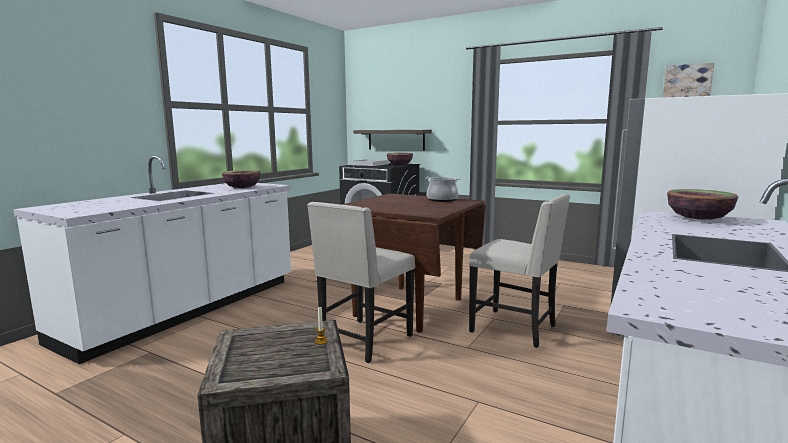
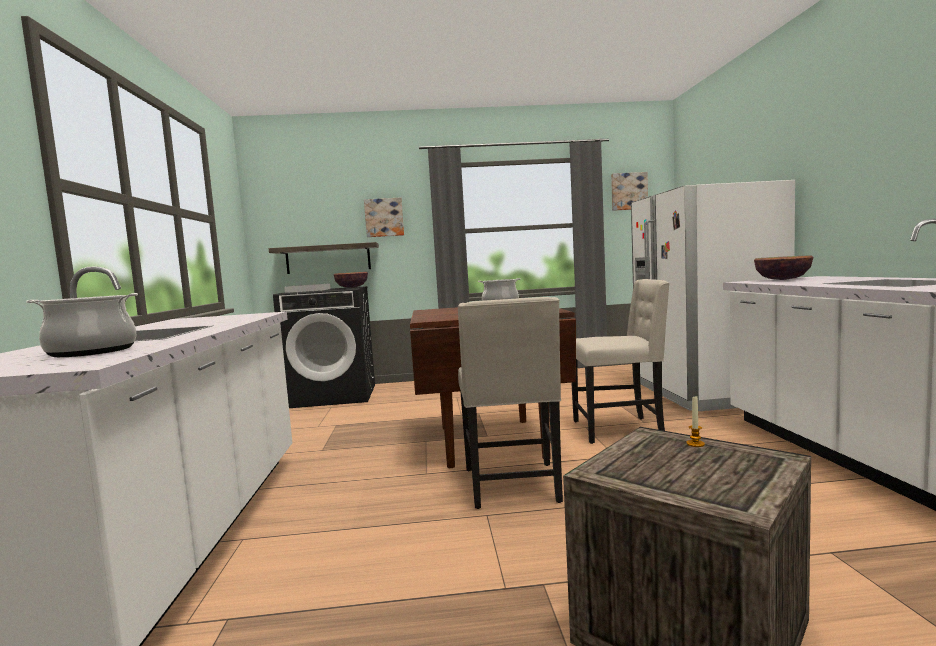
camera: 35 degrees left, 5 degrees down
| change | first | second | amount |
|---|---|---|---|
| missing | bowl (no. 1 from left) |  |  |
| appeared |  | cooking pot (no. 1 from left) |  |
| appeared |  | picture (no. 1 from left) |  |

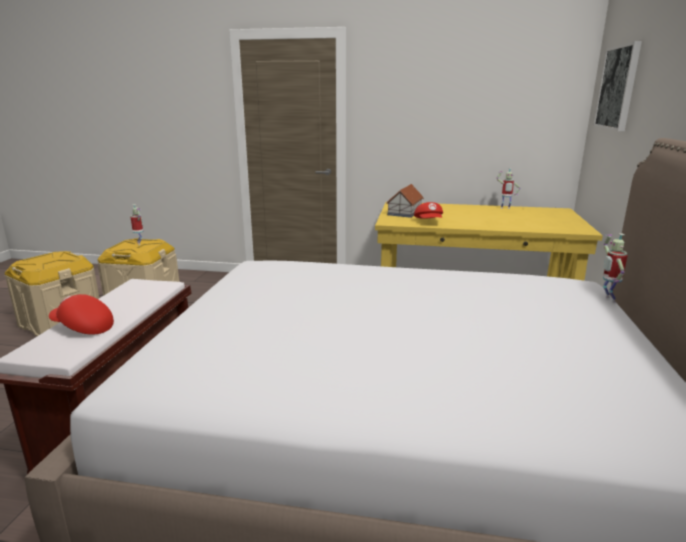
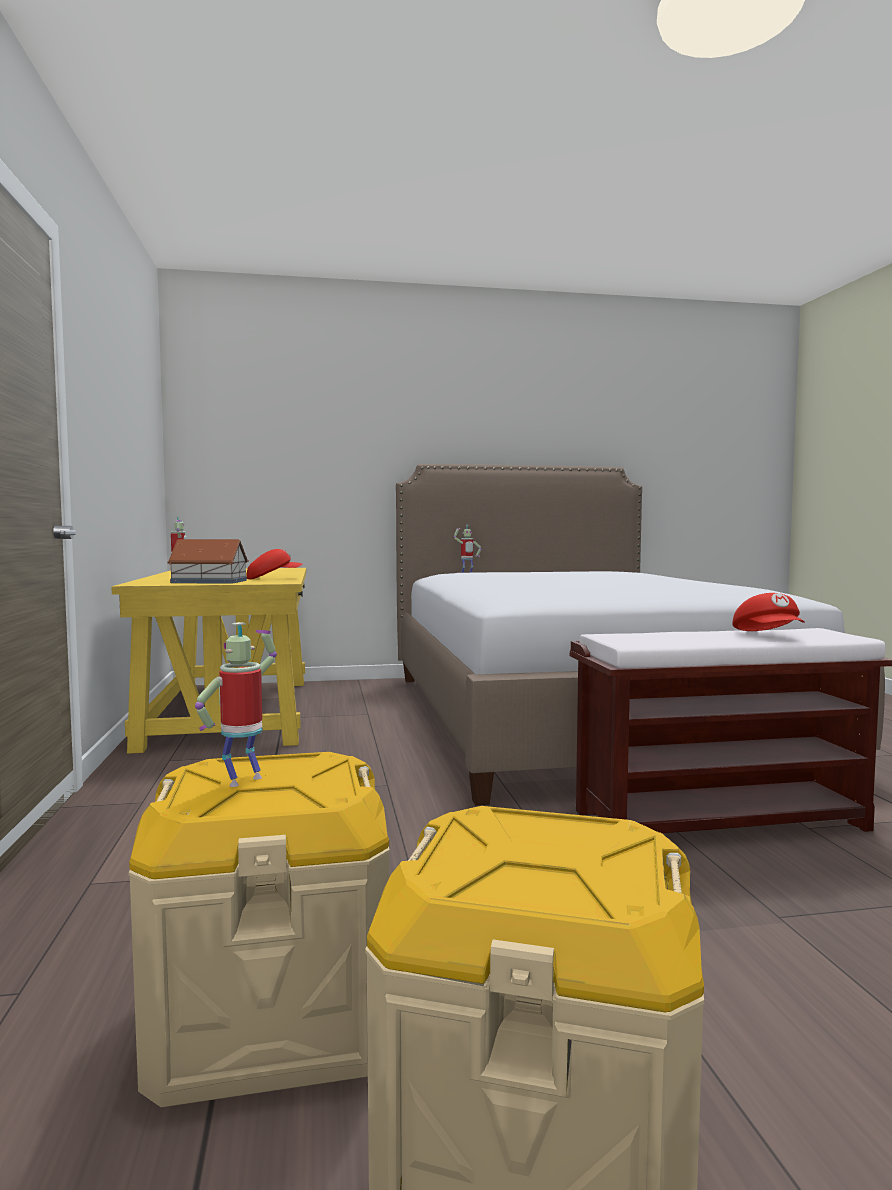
camera: 110 degrees left, 15 degrees down
| change | first | second | amount |
|---|---|---|---|
| missing | picture |  |  |

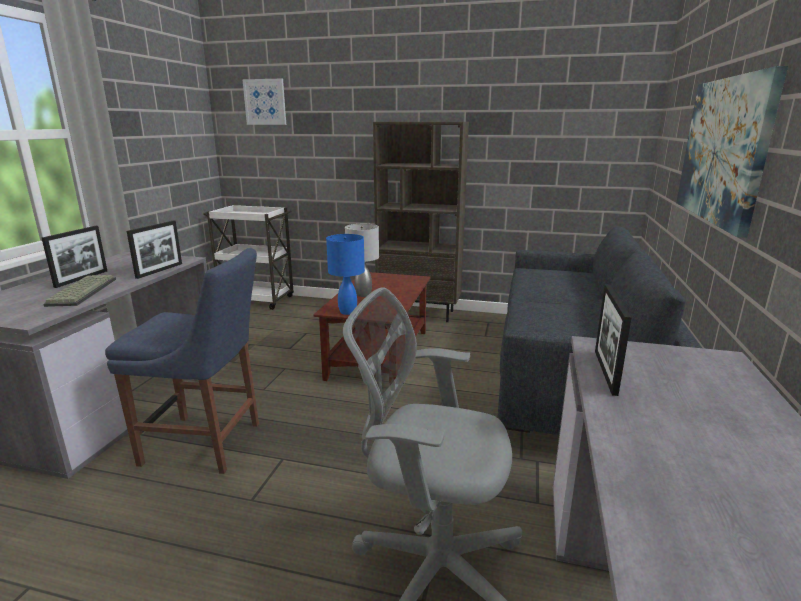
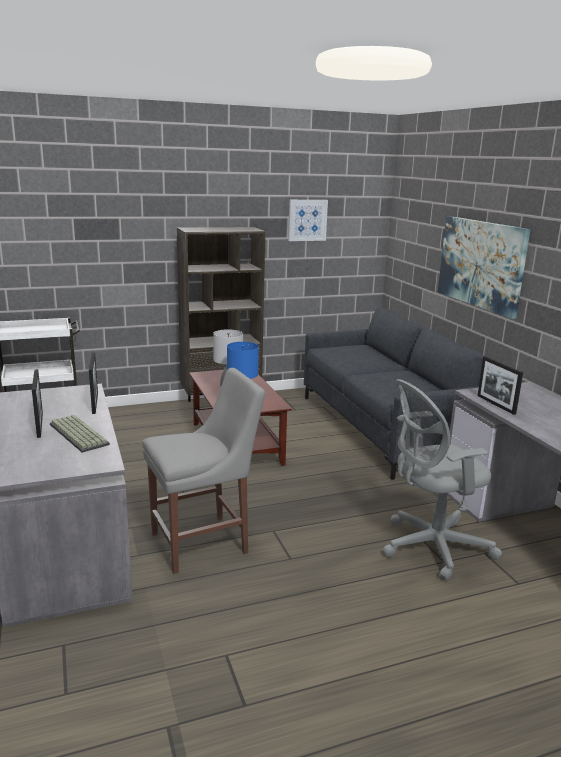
camera: 35 degrees left, 0 degrees up
| change | first | second | amount |
|---|---|---|---|
| colour | chair in blue | chair in grey |  |
| relocated | picture (no. 1 from left) |  |  |

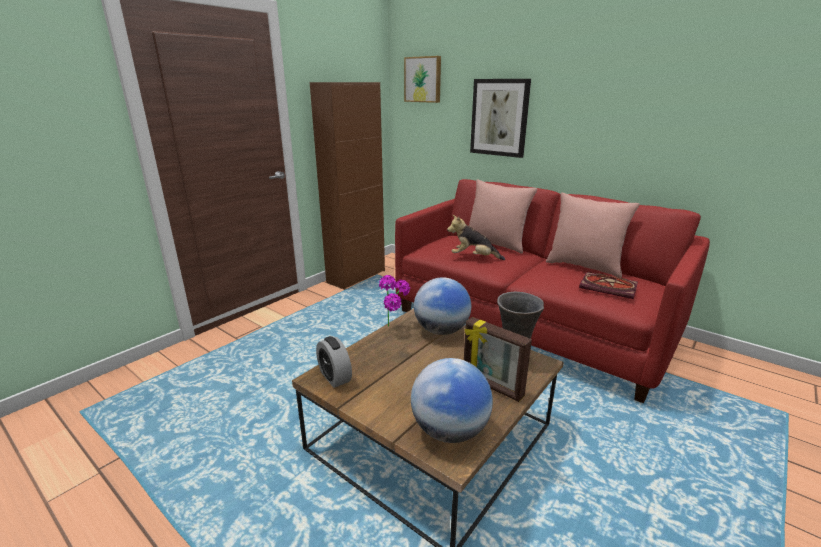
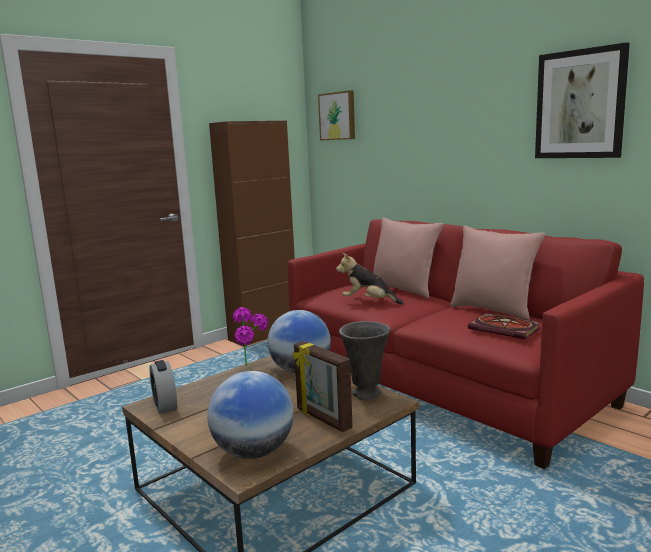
camera: 10 degrees right, 10 degrees down
| change | first | second | amount |
|---|---|---|---|
| relocated | picture (no. 2 from left) |  |  |

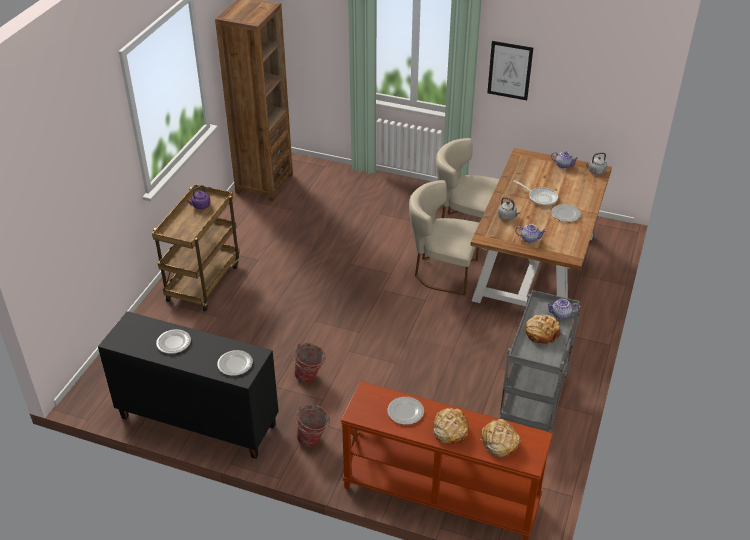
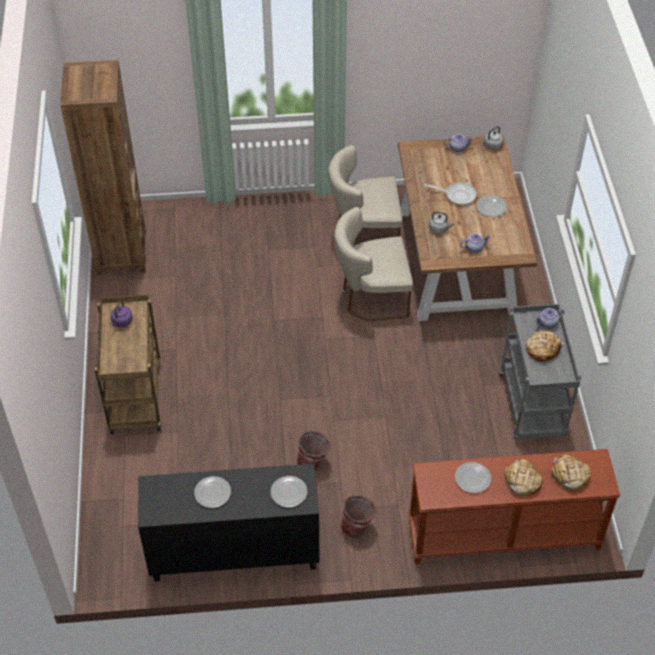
camera: 25 degrees left, 10 degrees up
| change | first | second | amount |
|---|---|---|---|
| missing | picture |  |  |

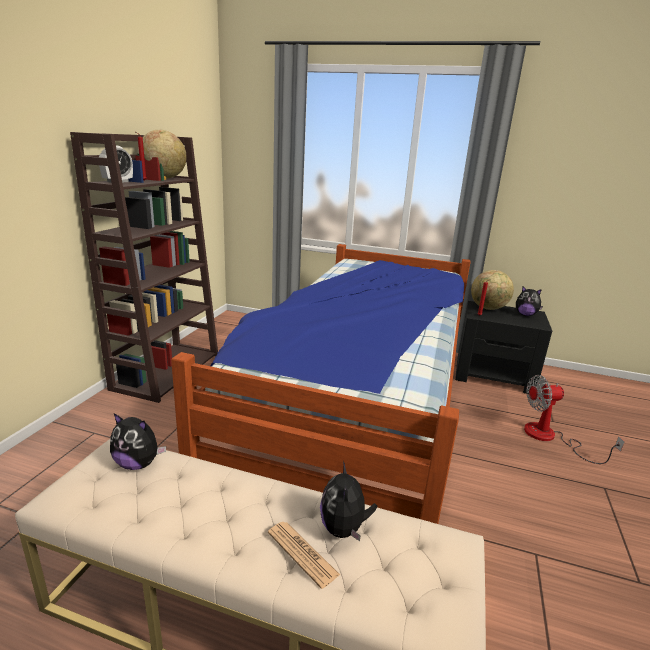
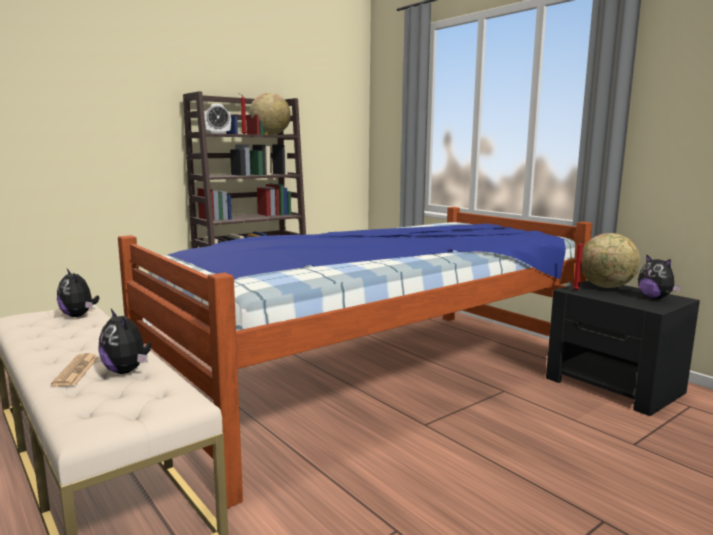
camera: 35 degrees right, 10 degrees down
| change | first | second | amount |
|---|---|---|---|
| spun | plush toy (no. 2 from left) |  | 75 degrees counterclockwise |
| missing | fan |  |  |

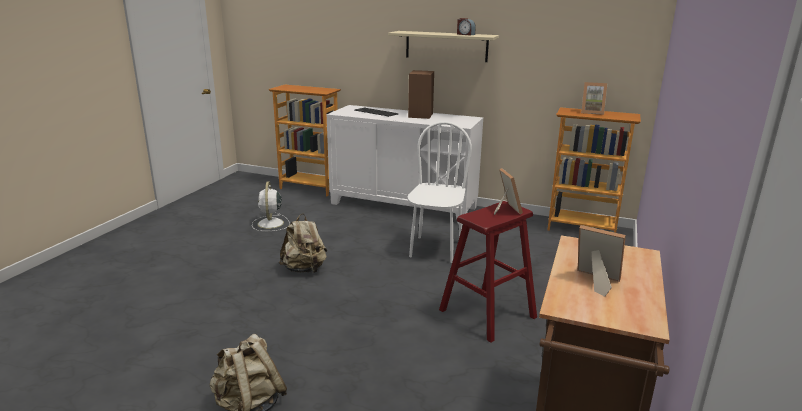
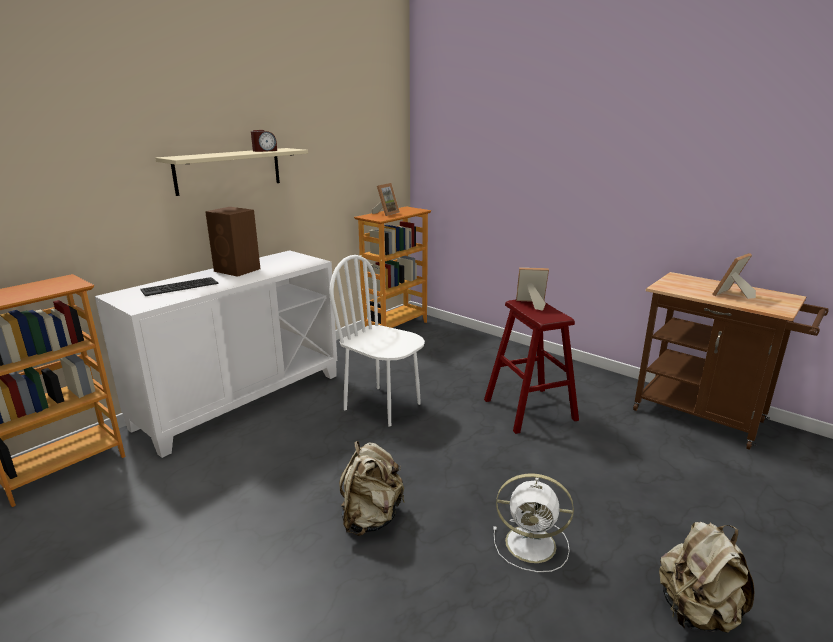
camera: 70 degrees left, 0 degrees up
| change | first | second | amount |
|---|---|---|---|
| relocated | fan in white |  |  |

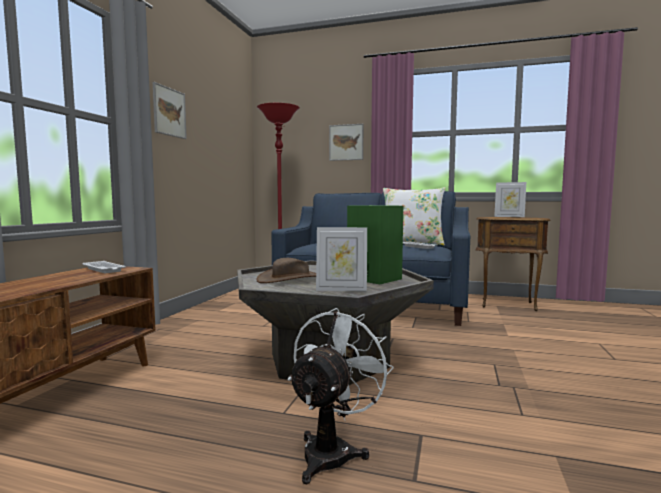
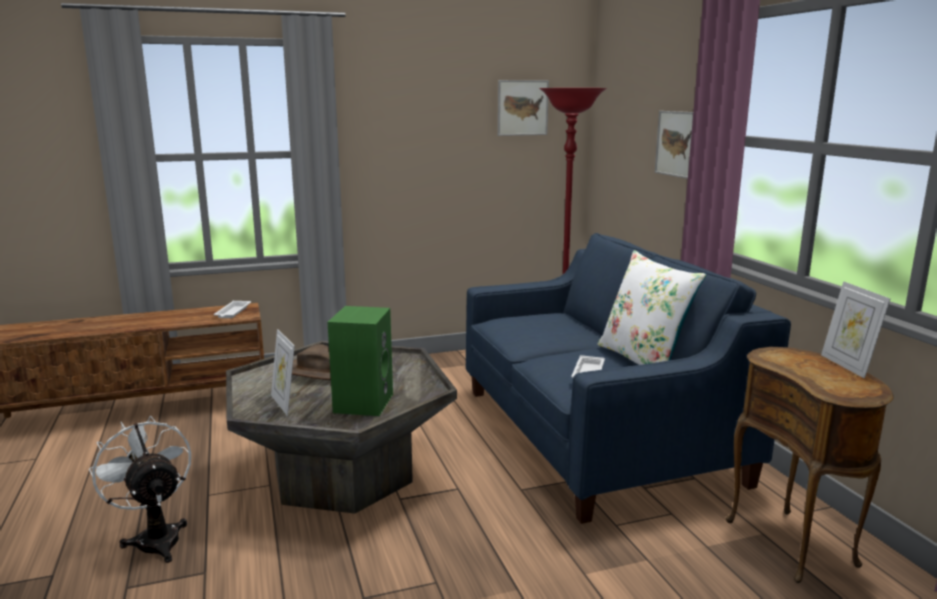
camera: 55 degrees right, 10 degrees up
| change | first | second | amount |
|---|---|---|---|
| relocated | picture (no. 1 from left) |  |  |
| spun | fan in white |  | 120 degrees counterclockwise |

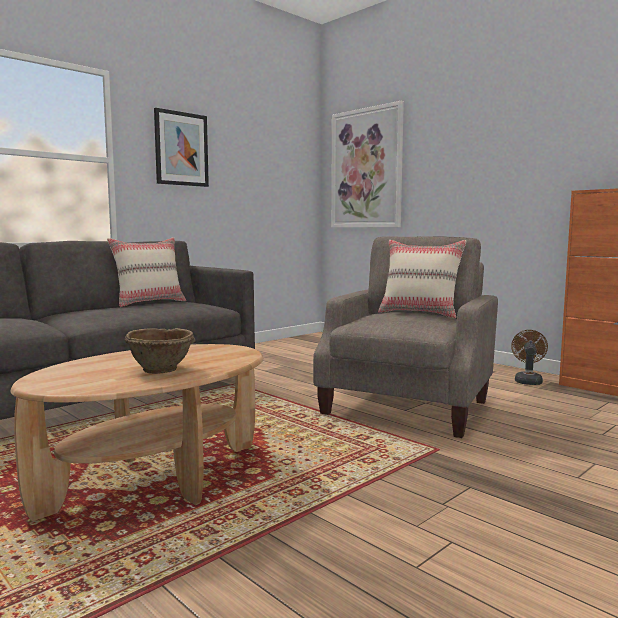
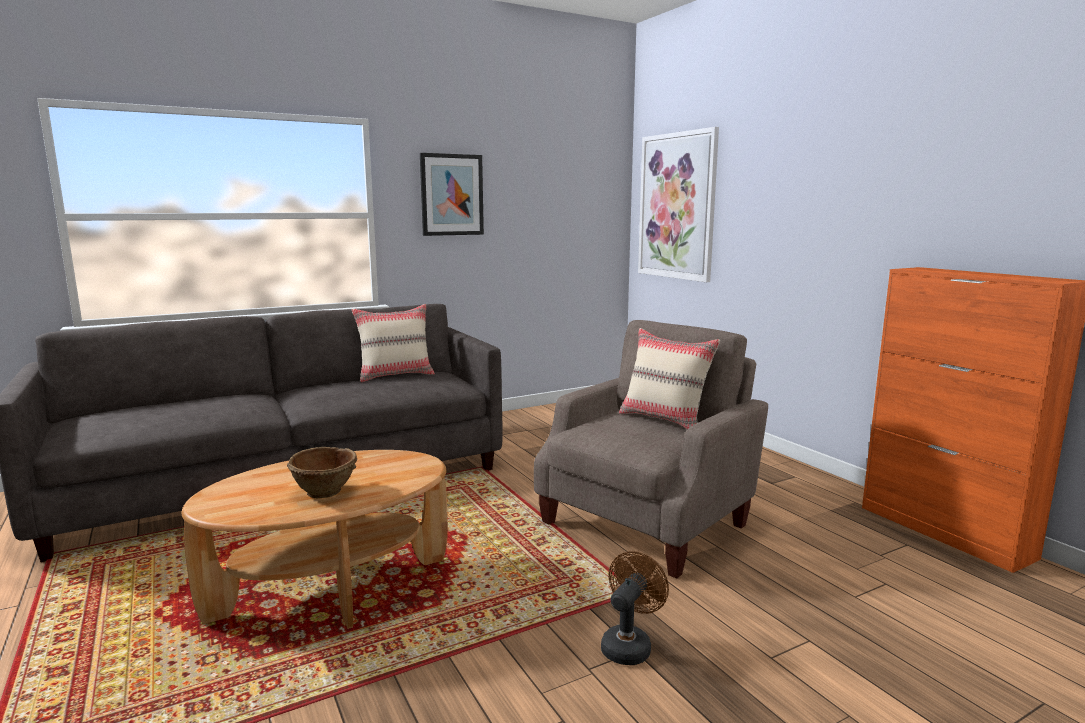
camera: 15 degrees right, 5 degrees up
| change | first | second | amount |
|---|---|---|---|
| relocated | fan in brown |  |  |

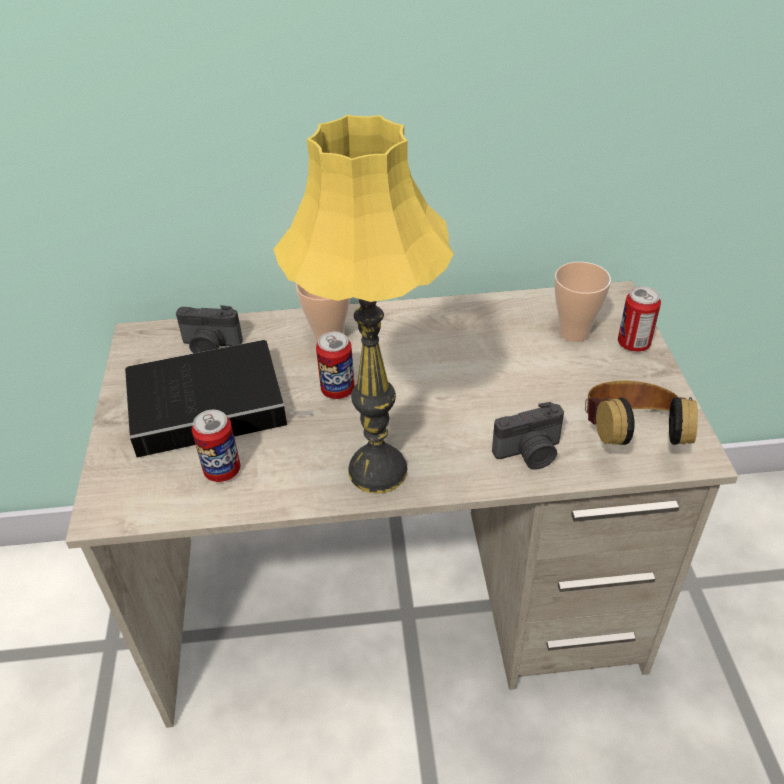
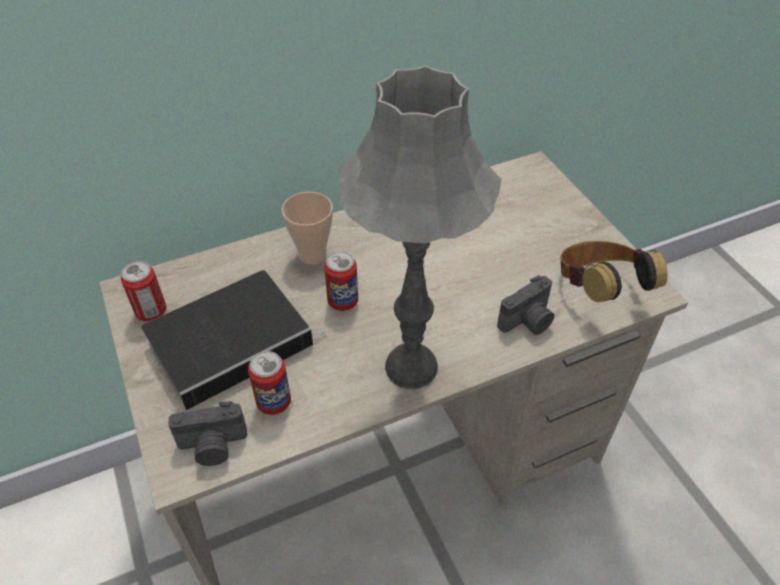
camera: 20 degrees left, 5 degrees up
| change | first | second | amount |
|---|---|---|---|
| relocated | photo camera (no. 1 from left) |  |  |
| colour | table lamp in yellow | table lamp in grey |  |
| missing | cup (no. 2 from left) |  |  |
| relocated | can (no. 3 from left in the first image) | can (no. 1 from left) |  |

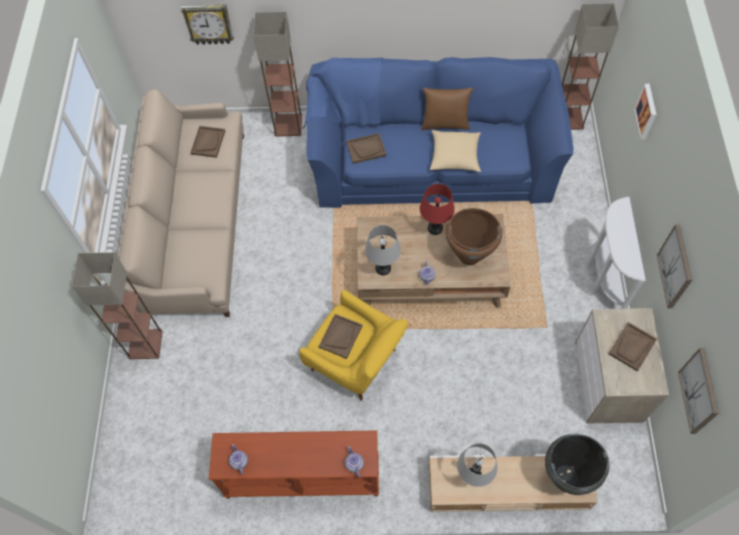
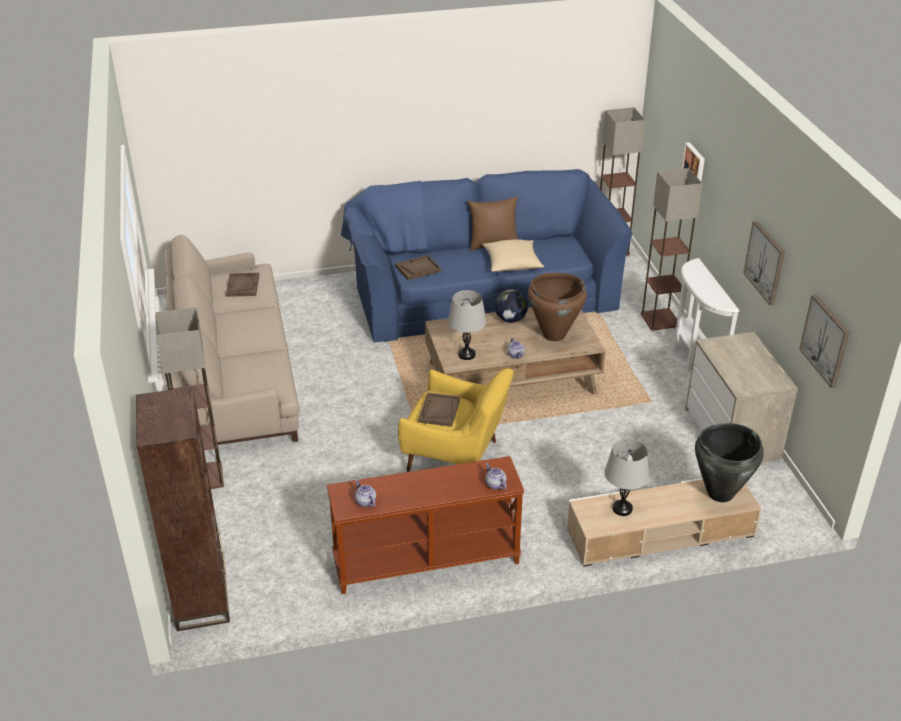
camera: 15 degrees left, 25 degrees down
| change | first | second | amount |
|---|---|---|---|
| missing | wall clock |  |  |
| relocated | floor lamp (no. 2 from left in the first image) | floor lamp (no. 3 from left) |  |
| exchanged | table lamp in red | globe |  |
| missing | tray in brown (no. 4 from left) |  |  |
| appeared |  | bookcase in brown |  |

